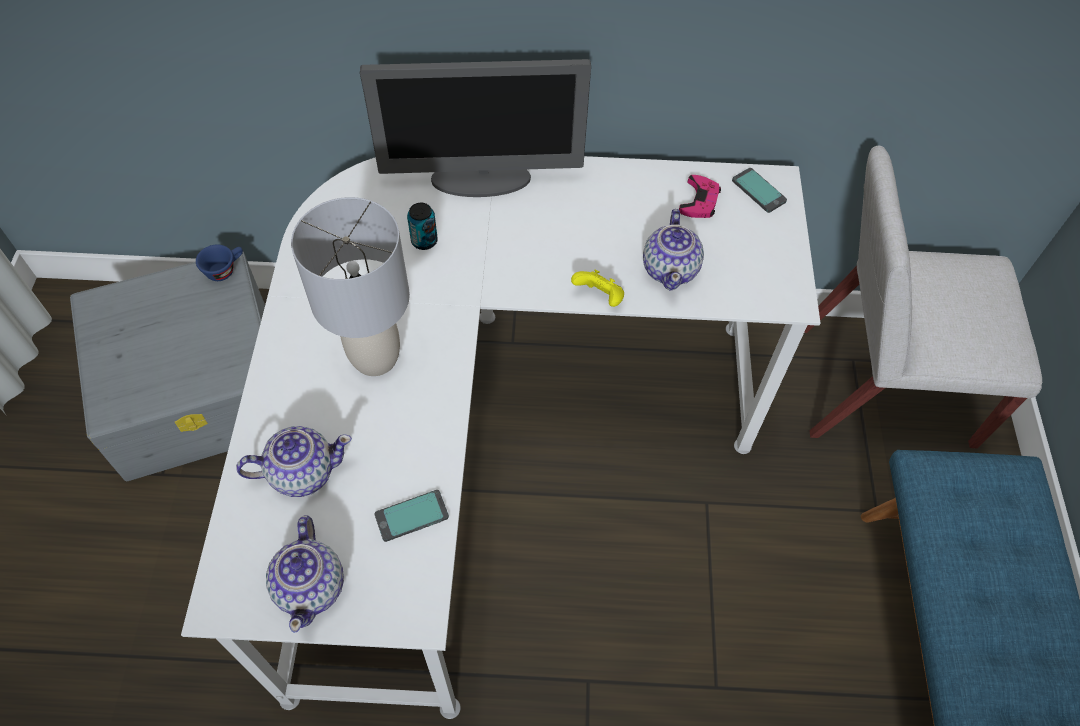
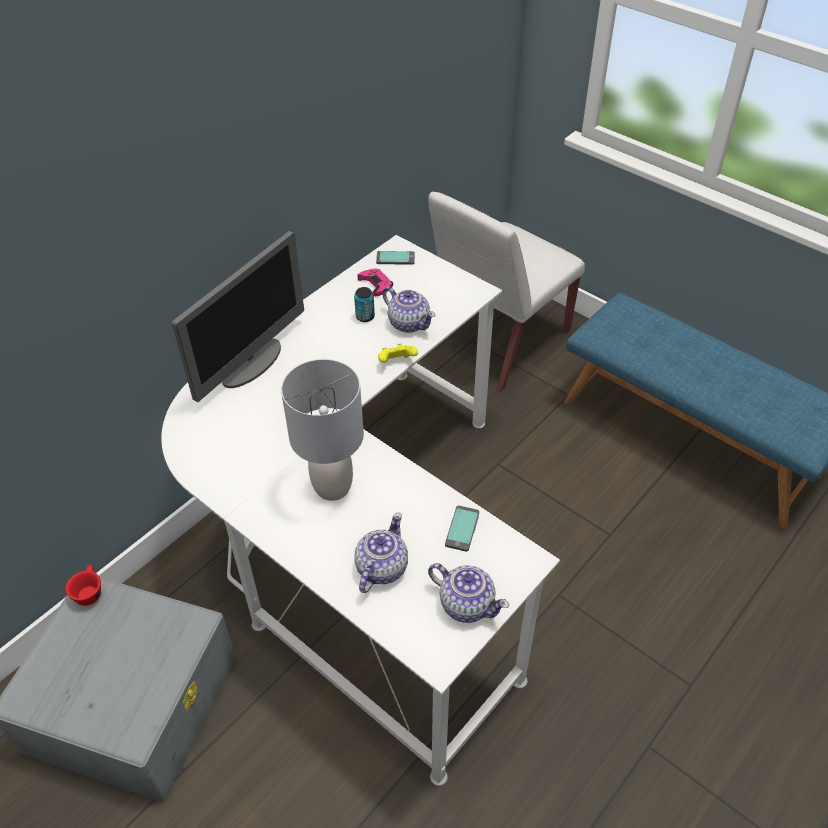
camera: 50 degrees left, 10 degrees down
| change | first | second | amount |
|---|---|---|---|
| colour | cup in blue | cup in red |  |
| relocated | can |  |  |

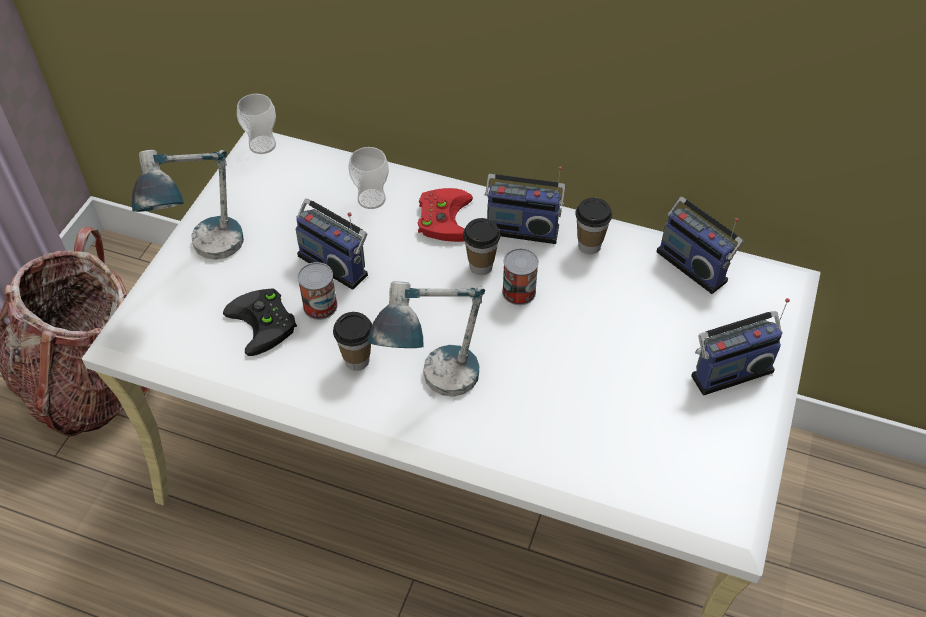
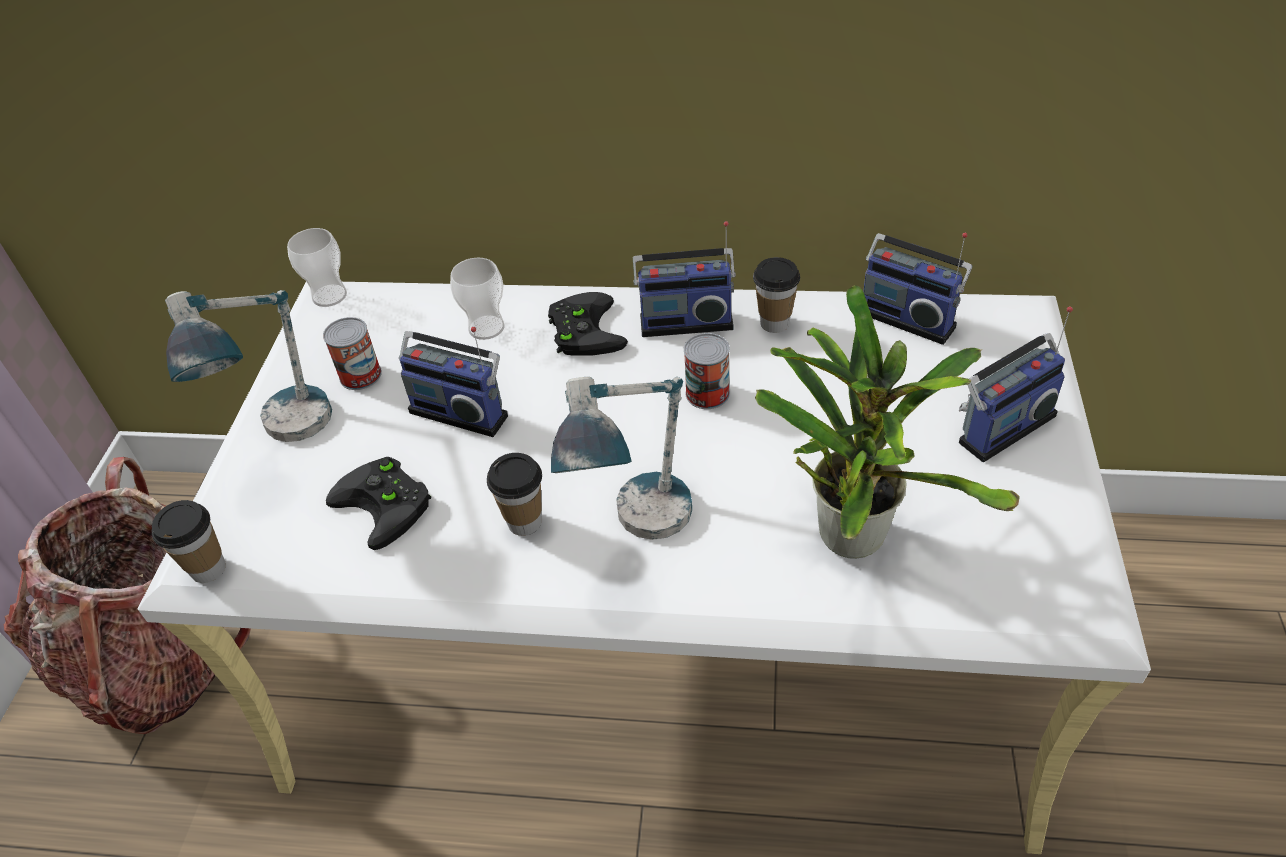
camera: 10 degrees left, 5 degrees down
| change | first | second | amount |
|---|---|---|---|
| relocated | can (no. 1 from left) |  |  |
| colour | game controller in red | game controller in black (no. 2 from left) |  |
| relocated | cup (no. 4 from left in the first image) | cup (no. 1 from left) |  |
| appeared |  | potted plant |  |

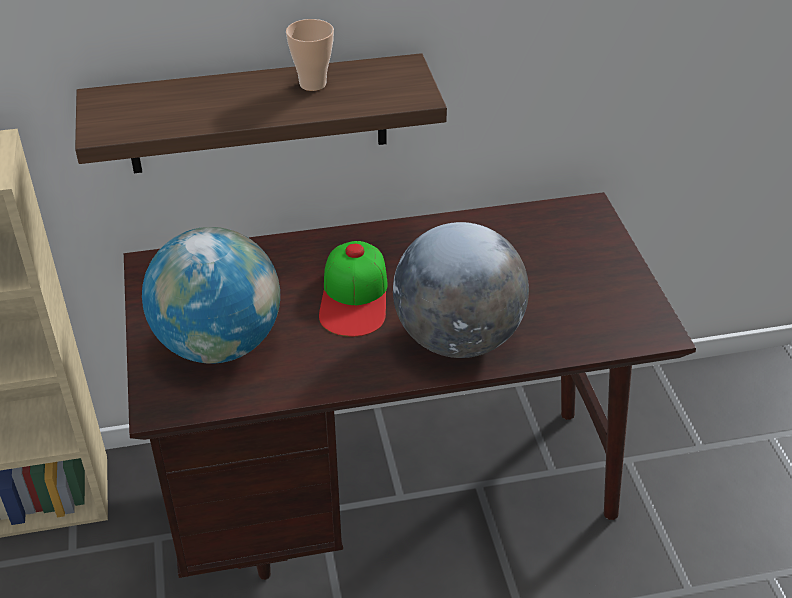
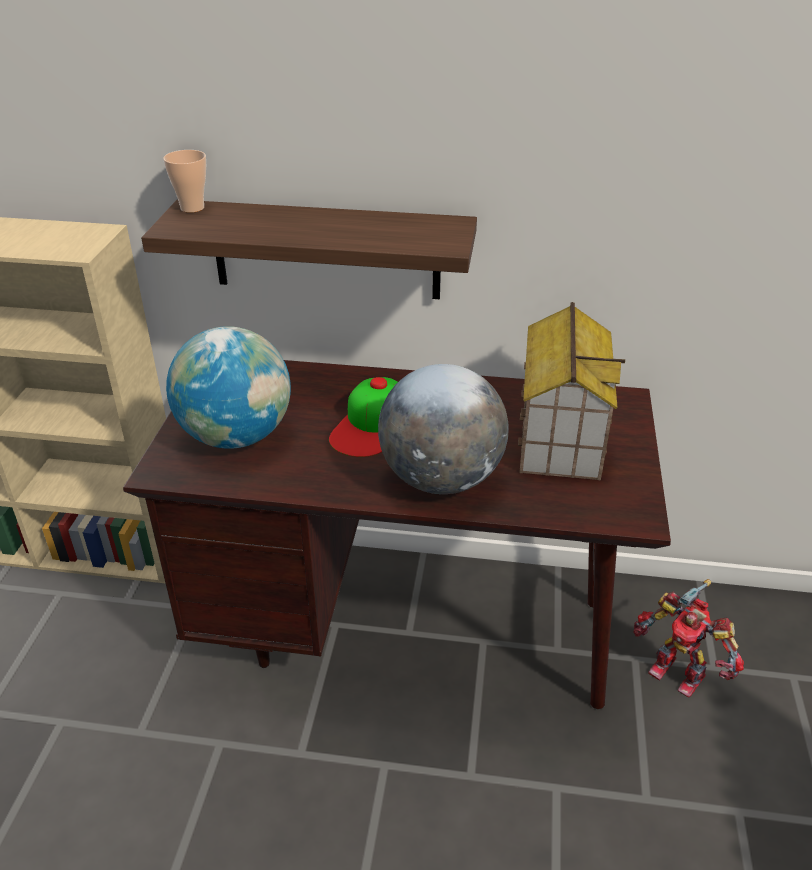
camera: 20 degrees right, 5 degrees down
| change | first | second | amount |
|---|---|---|---|
| relocated | cup |  |  |
| appeared |  | toy house |  |
| appeared |  | toy robot |  |

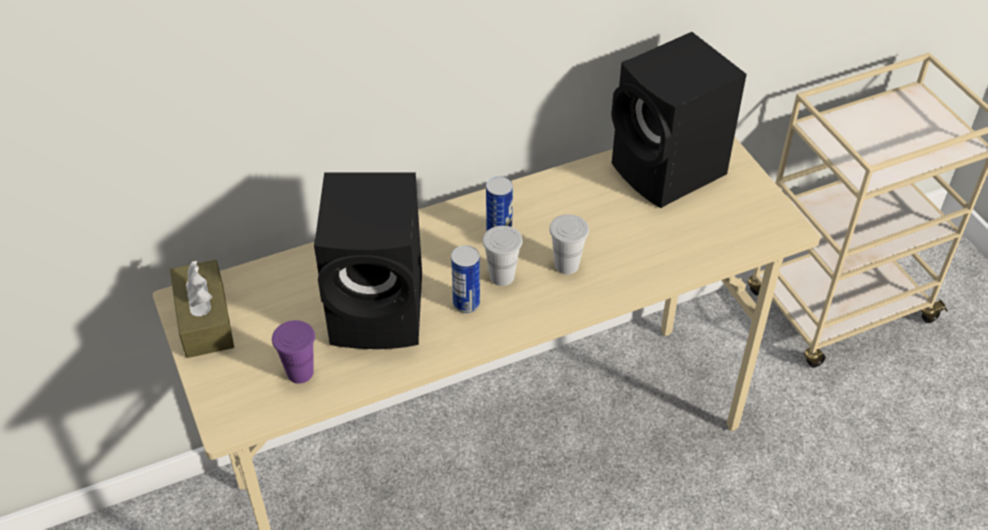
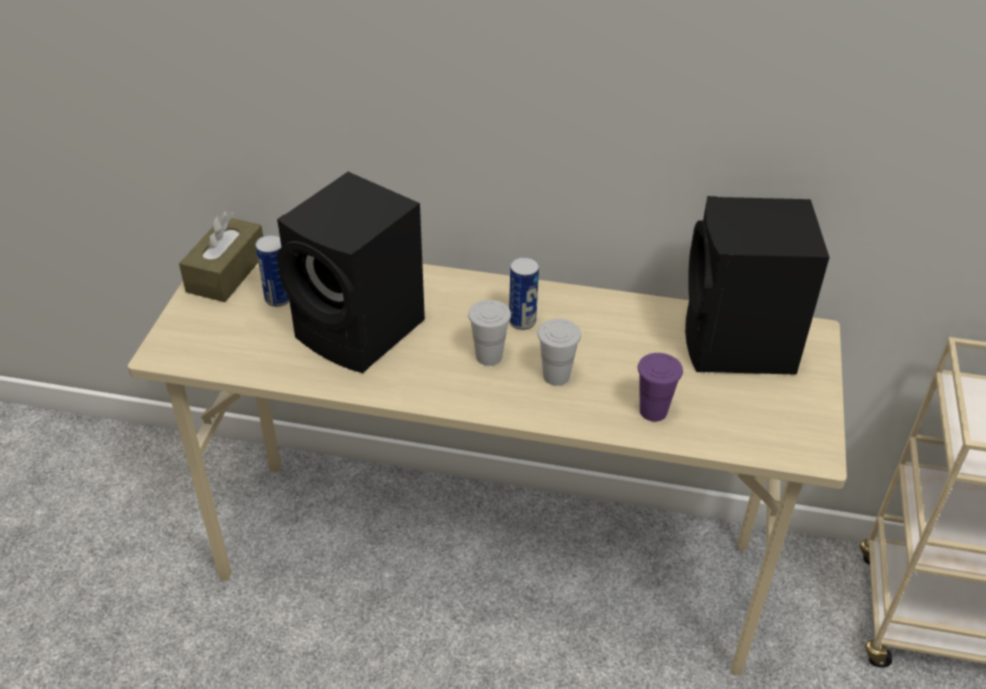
camera: 35 degrees right, 5 degrees down
| change | first | second | amount |
|---|---|---|---|
| relocated | cup in purple |  |  |
| relocated | can (no. 1 from left) |  |  |

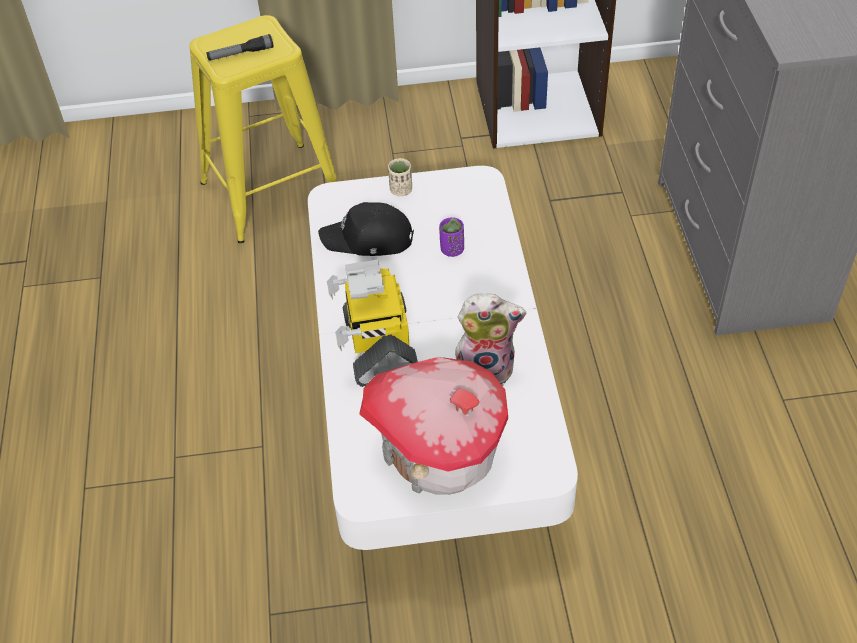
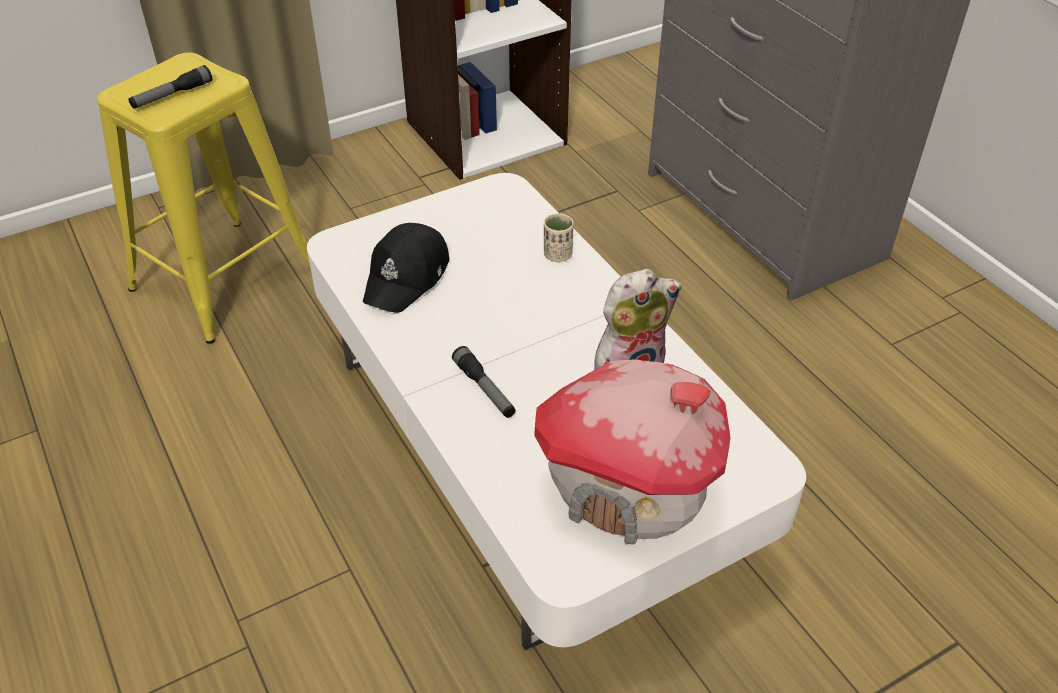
camera: 25 degrees left, 5 degrees down
| change | first | second | amount |
|---|---|---|---|
| spun | cap in black |  | 45 degrees counterclockwise |
| exchanged | toy robot | flashlight (no. 2 from left) |  |
| relocated | cup in beige |  |  |
| missing | cup in purple |  |  |

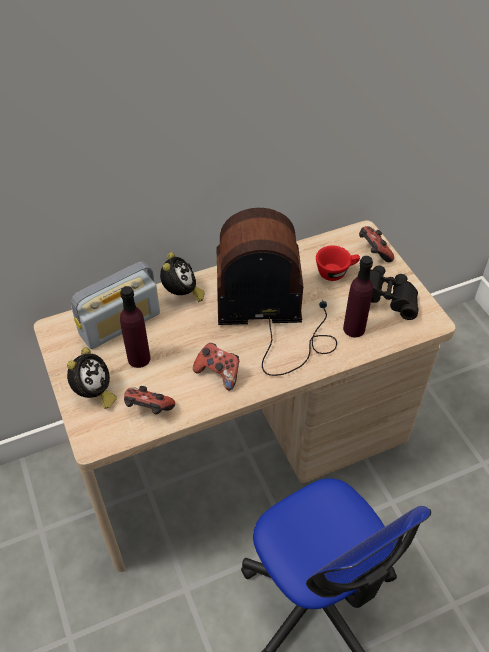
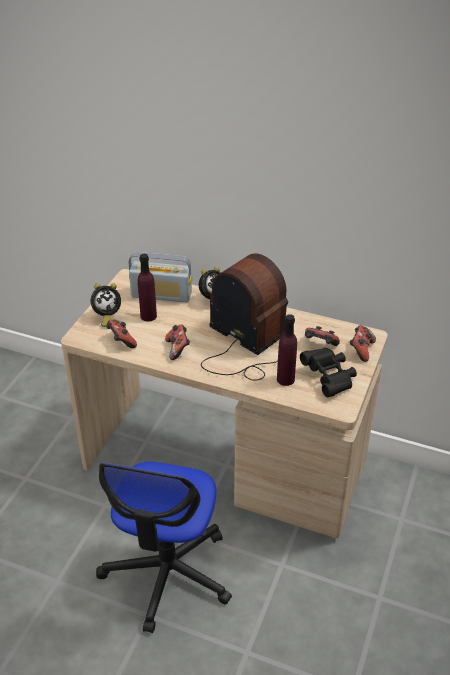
camera: 45 degrees right, 10 degrees down
| change | first | second | amount |
|---|---|---|---|
| exchanged | cup in red | game controller (no. 3 from left) |  |

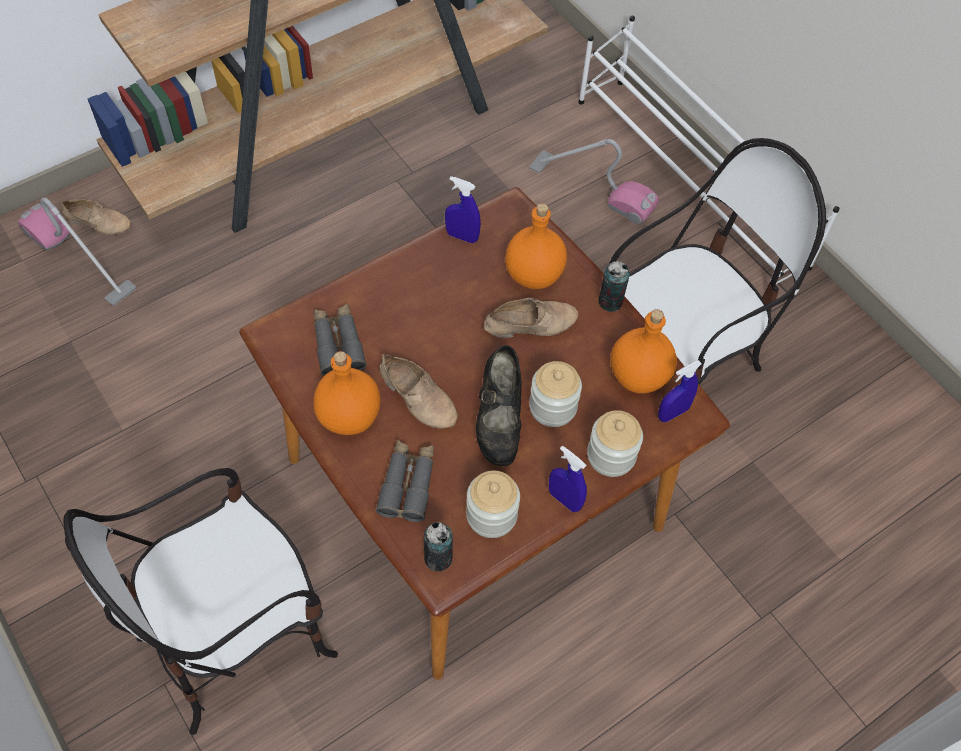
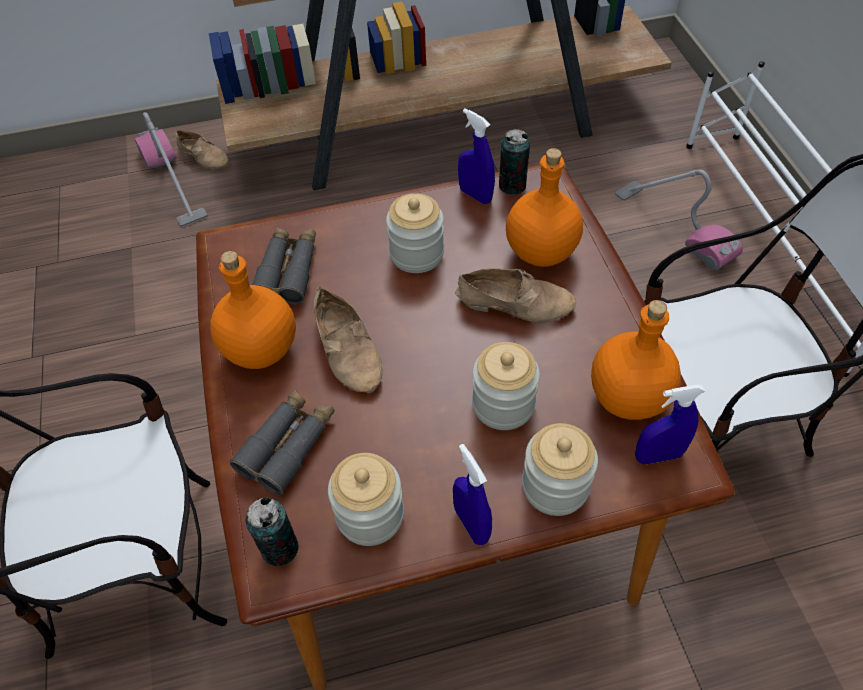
camera: 25 degrees right, 5 degrees down
| change | first | second | amount |
|---|---|---|---|
| missing | shoe in black |  |  |
| relocated | can (no. 2 from left) |  |  |
| appeared |  | jar (no. 2 from left) |  |

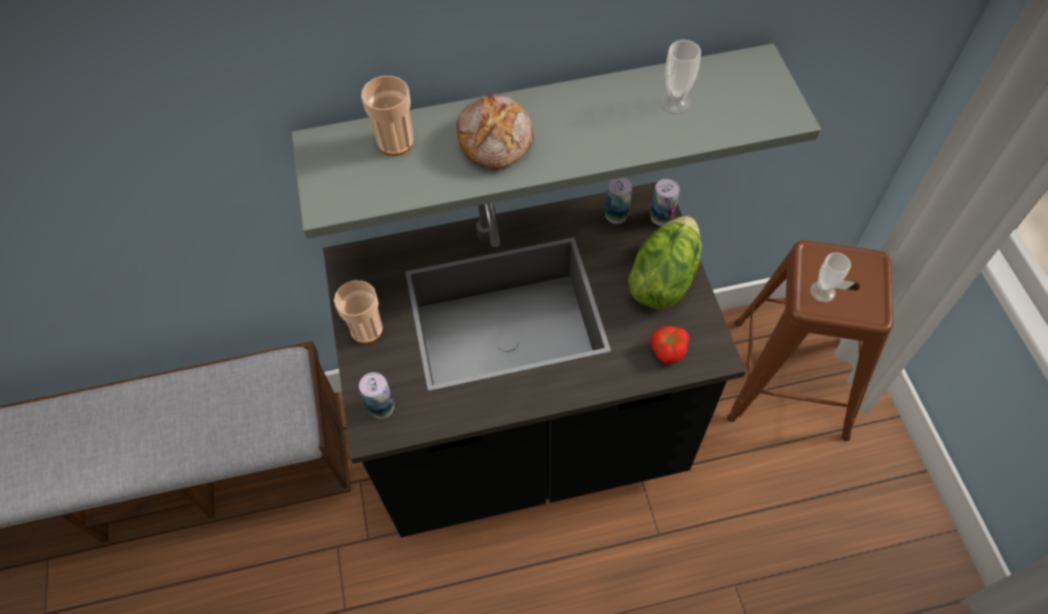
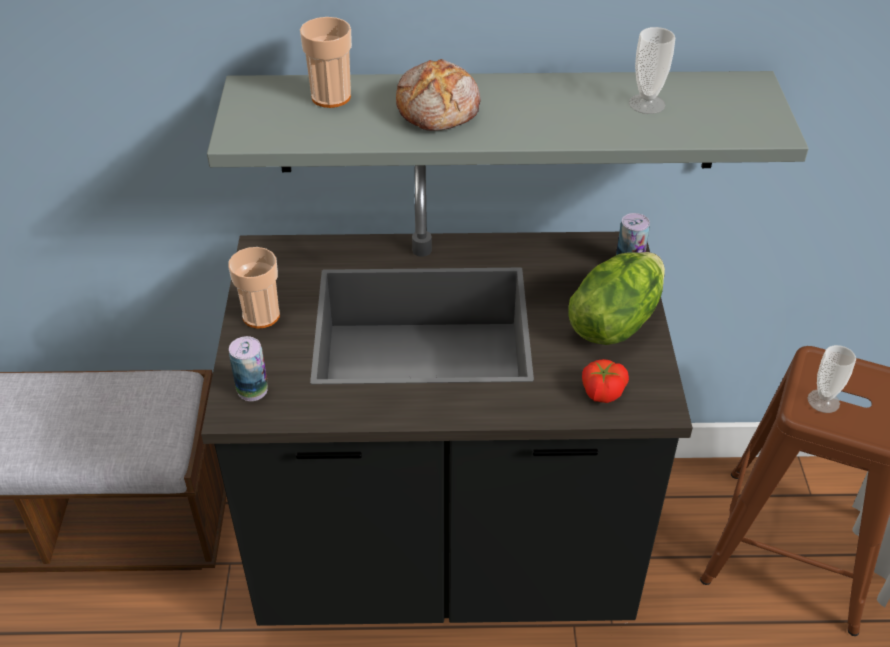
camera: 10 degrees right, 15 degrees down
| change | first | second | amount |
|---|---|---|---|
| missing | can (no. 2 from left) |  |  |

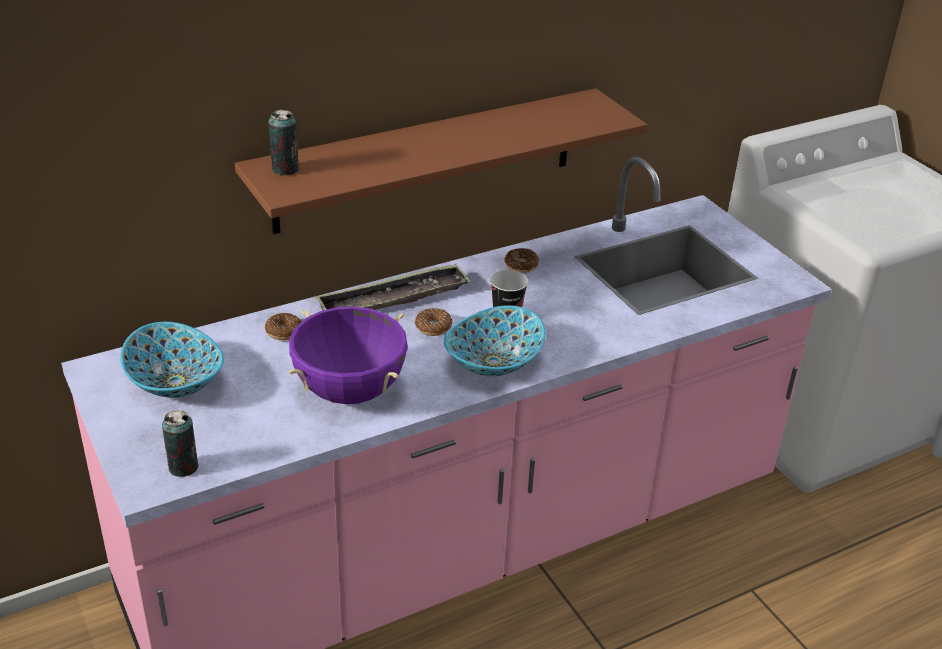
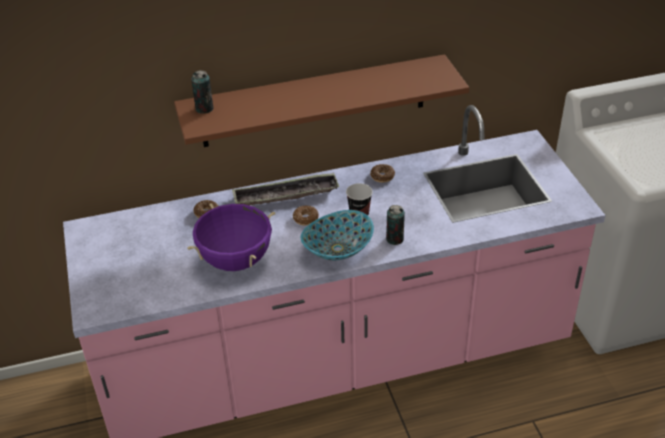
camera: 15 degrees right, 5 degrees up
| change | first | second | amount |
|---|---|---|---|
| missing | bowl (no. 1 from left) |  |  |
| relocated | can (no. 1 from left in the first image) | can (no. 2 from left) |  |

